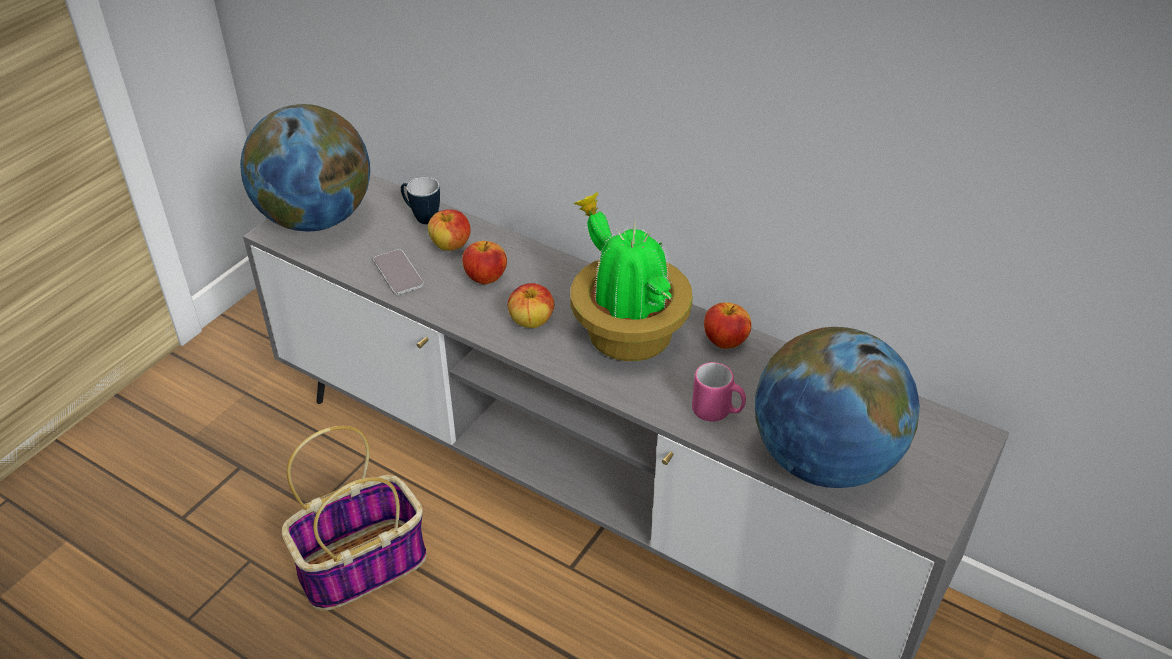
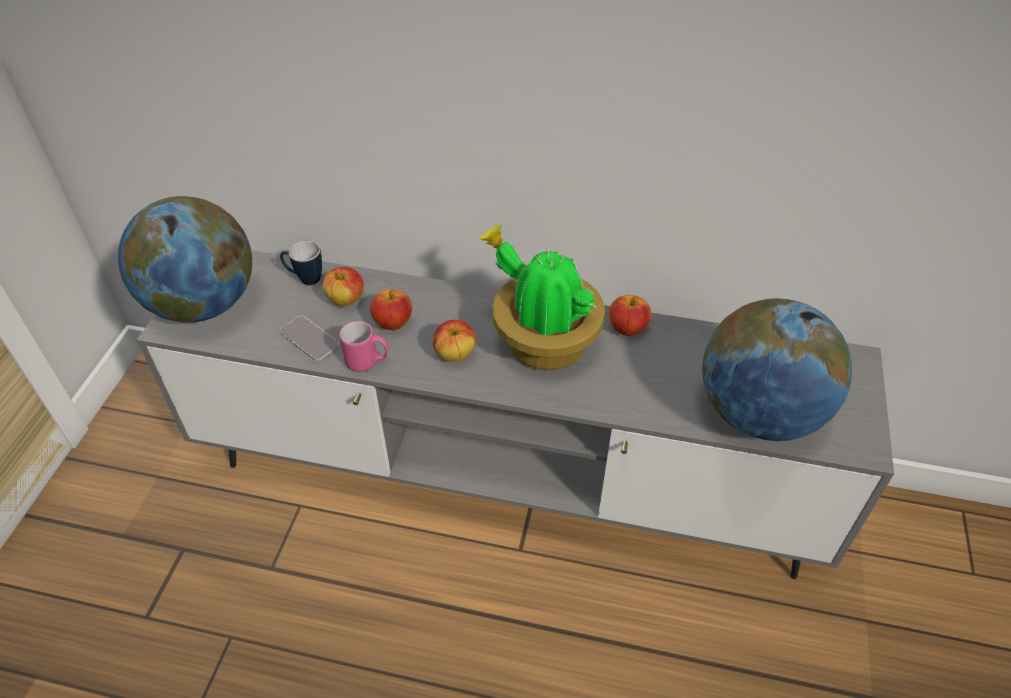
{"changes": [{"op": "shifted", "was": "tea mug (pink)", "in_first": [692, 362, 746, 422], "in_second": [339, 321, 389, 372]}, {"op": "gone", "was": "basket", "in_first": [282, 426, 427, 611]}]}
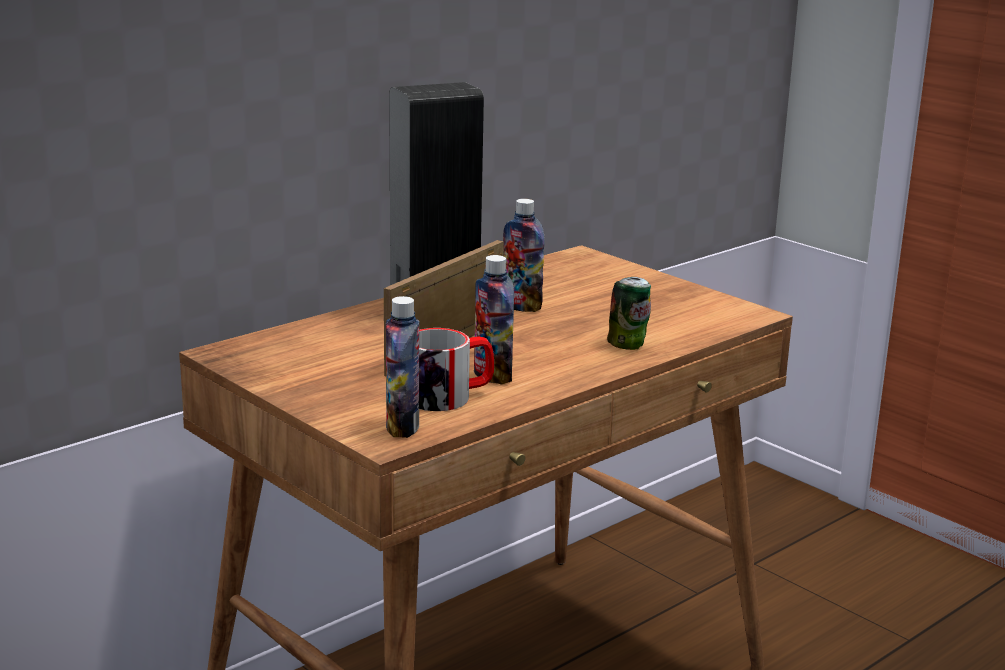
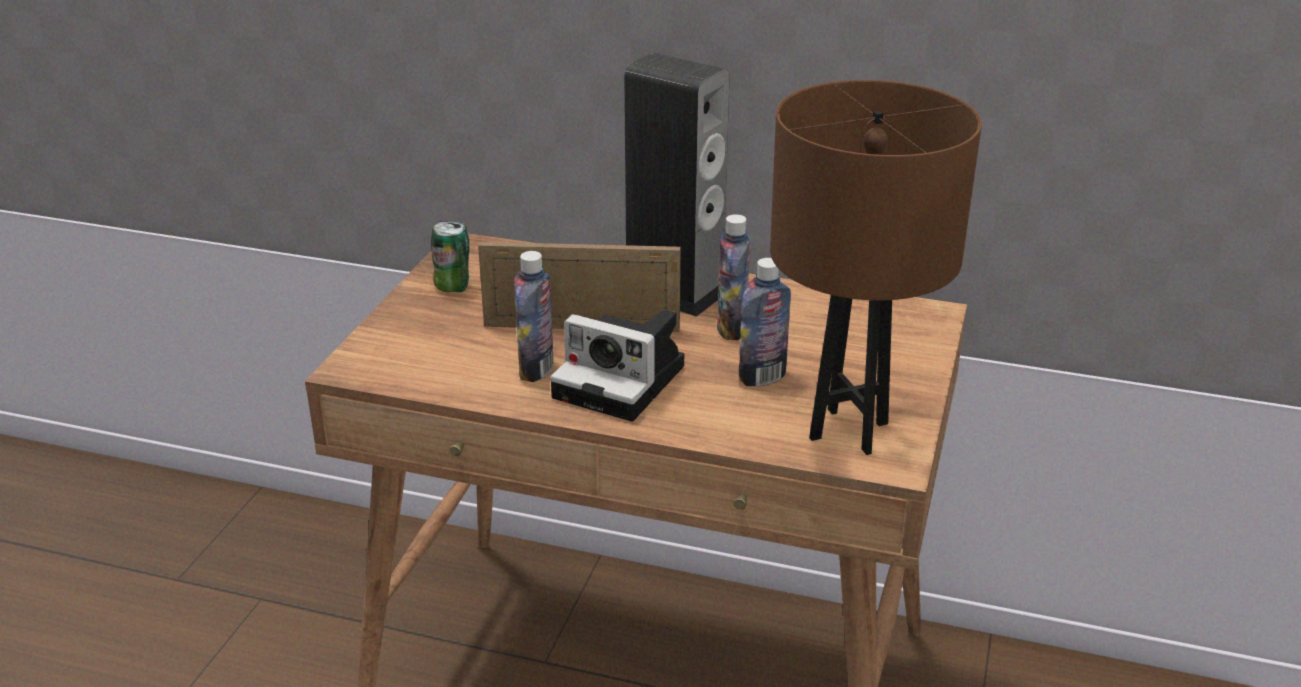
{"changes": [{"op": "shifted", "was": "sealed can", "in_first": [607, 277, 651, 350], "in_second": [431, 221, 469, 292]}, {"op": "new", "now": "still camera", "in_second": [550, 309, 684, 422]}, {"op": "shifted", "was": "bottle", "in_first": [386, 296, 419, 438], "in_second": [739, 258, 791, 386]}, {"op": "new", "now": "tabletop lamp (brown-coloured)", "in_second": [770, 80, 982, 455]}, {"op": "gone", "was": "tea mug", "in_first": [419, 328, 494, 411]}]}
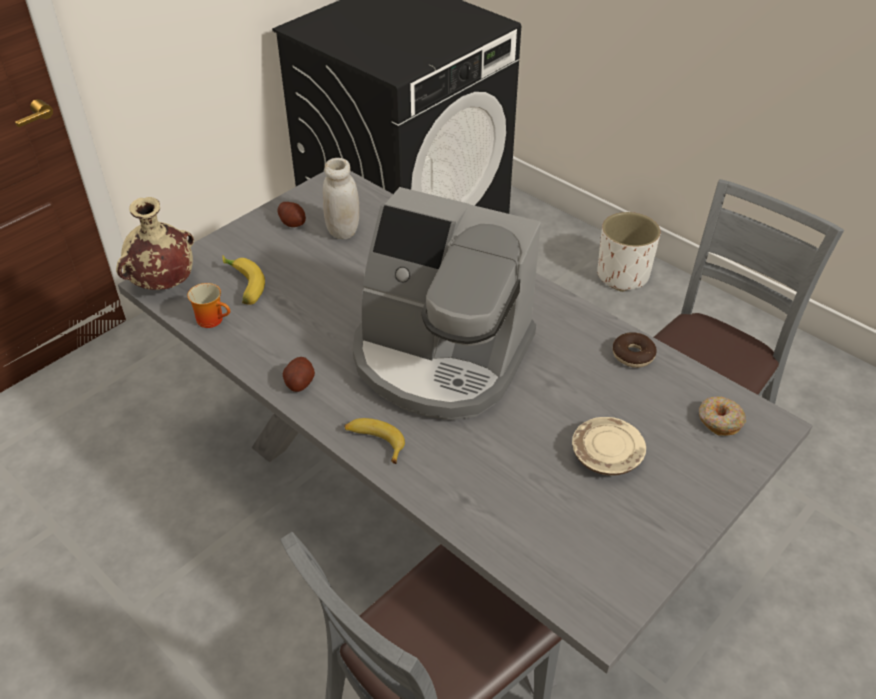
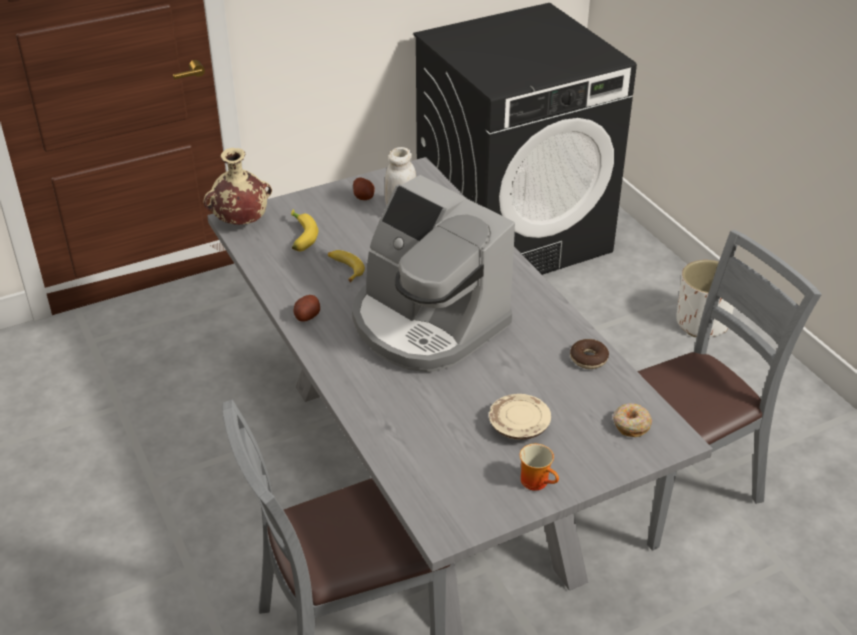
{"changes": [{"op": "shifted", "was": "banana fruit", "in_first": [344, 418, 405, 464], "in_second": [328, 250, 365, 282]}, {"op": "shifted", "was": "tea mug", "in_first": [187, 283, 230, 328], "in_second": [520, 444, 559, 491]}]}
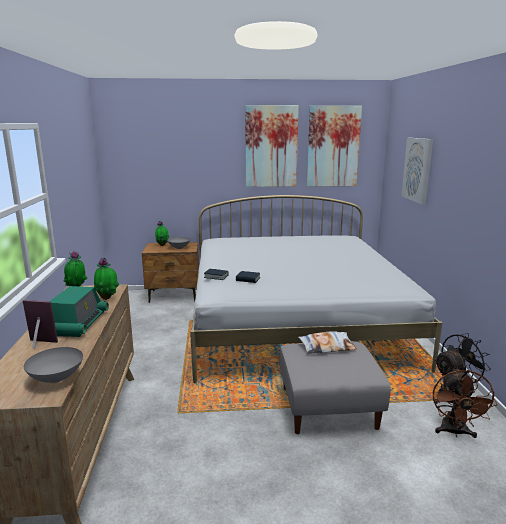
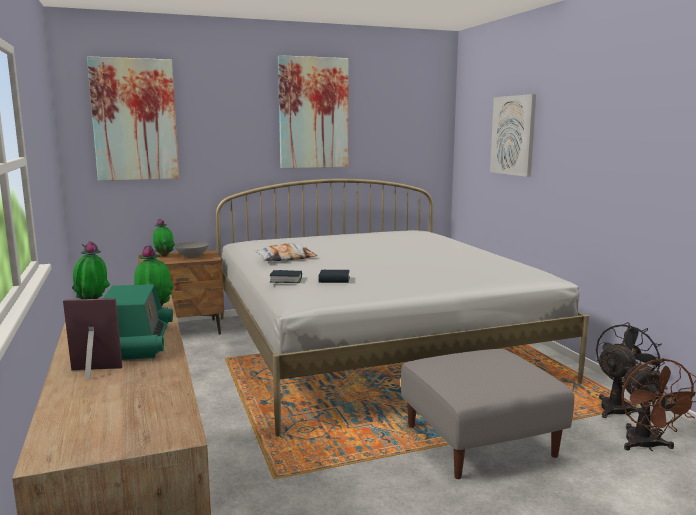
{"changes": [{"op": "shifted", "was": "picture", "in_first": [307, 106, 362, 187], "in_second": [87, 56, 179, 181]}, {"op": "shifted", "was": "cushion", "in_first": [298, 331, 357, 354], "in_second": [255, 243, 317, 261]}, {"op": "gone", "was": "serving bowl (greyish)", "in_first": [24, 347, 83, 383]}]}
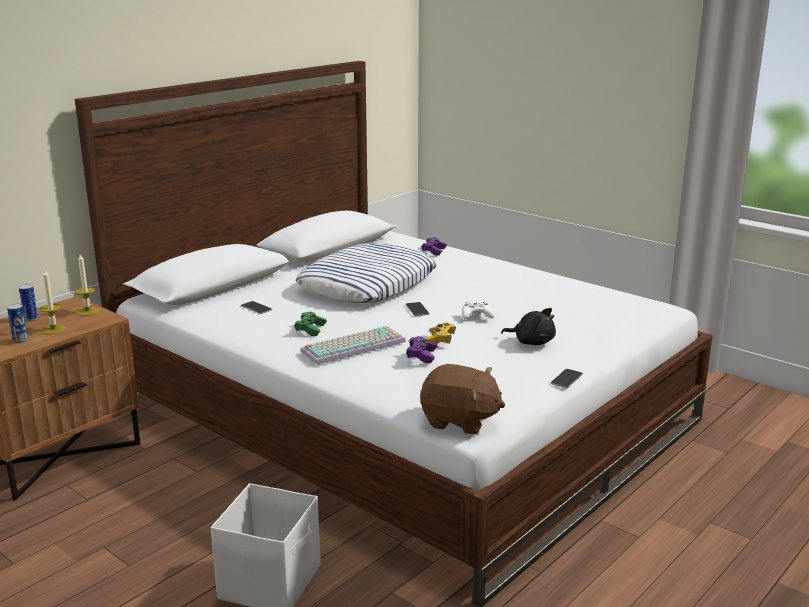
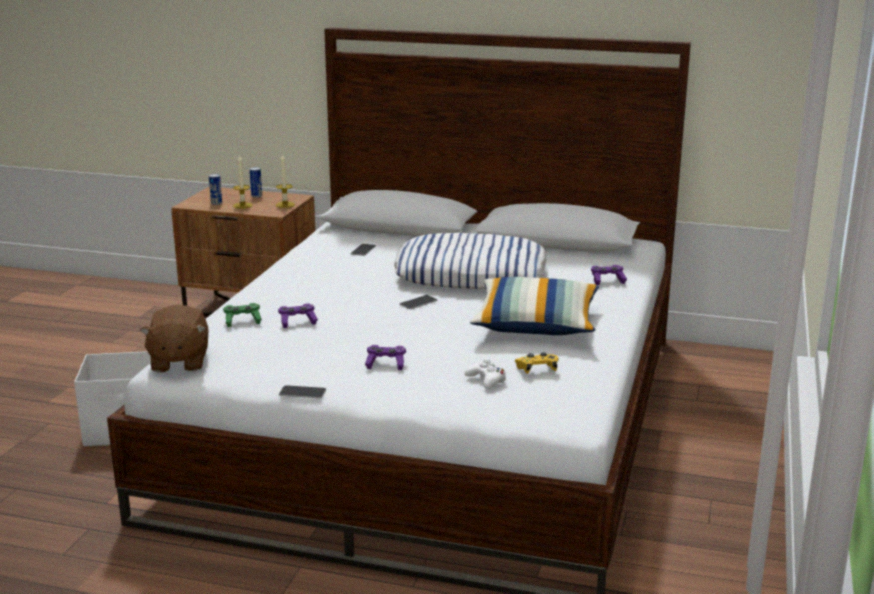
{"changes": [{"op": "shifted", "was": "game controller (greenish)", "in_first": [294, 312, 327, 336], "in_second": [223, 303, 262, 327]}, {"op": "swapped", "was": "cuddly toy (black-coloured)", "now": "game controller (purplish)", "in_first": [501, 308, 556, 345], "in_second": [365, 345, 406, 370]}, {"op": "shifted", "was": "game controller (whitish)", "in_first": [462, 301, 494, 320], "in_second": [465, 358, 506, 389]}, {"op": "new", "now": "cushion", "in_second": [470, 277, 599, 335]}, {"op": "shifted", "was": "game controller (yellowish)", "in_first": [425, 322, 456, 344], "in_second": [515, 352, 558, 374]}, {"op": "gone", "was": "PC keyboard", "in_first": [301, 326, 406, 364]}]}
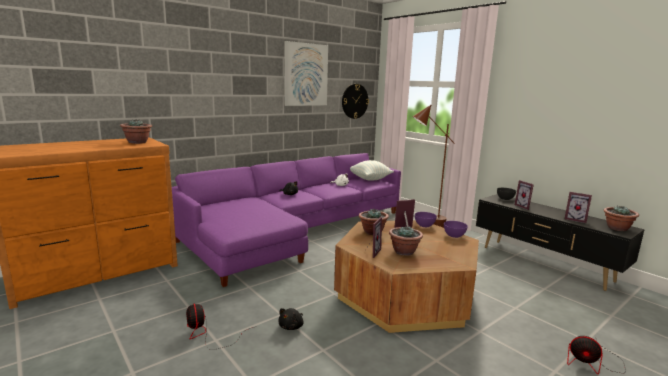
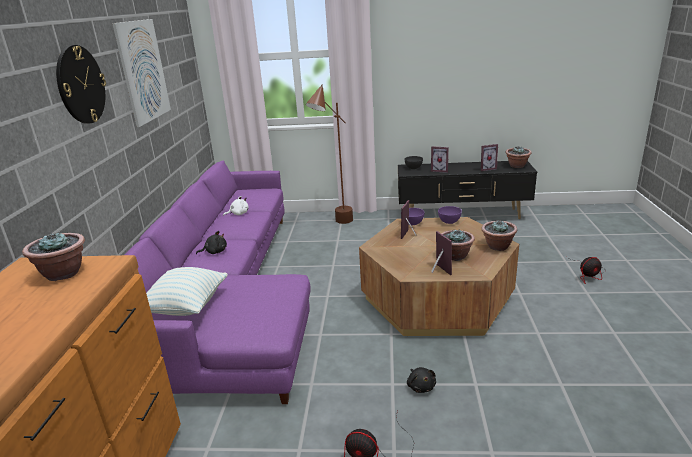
{"changes": [{"op": "shifted", "was": "hanging clock", "in_first": [342, 84, 369, 119], "in_second": [56, 45, 106, 124]}, {"op": "shifted", "was": "cushion", "in_first": [350, 160, 394, 181], "in_second": [146, 267, 228, 316]}, {"op": "shifted", "was": "houseplant", "in_first": [359, 209, 389, 235], "in_second": [481, 220, 517, 251]}]}
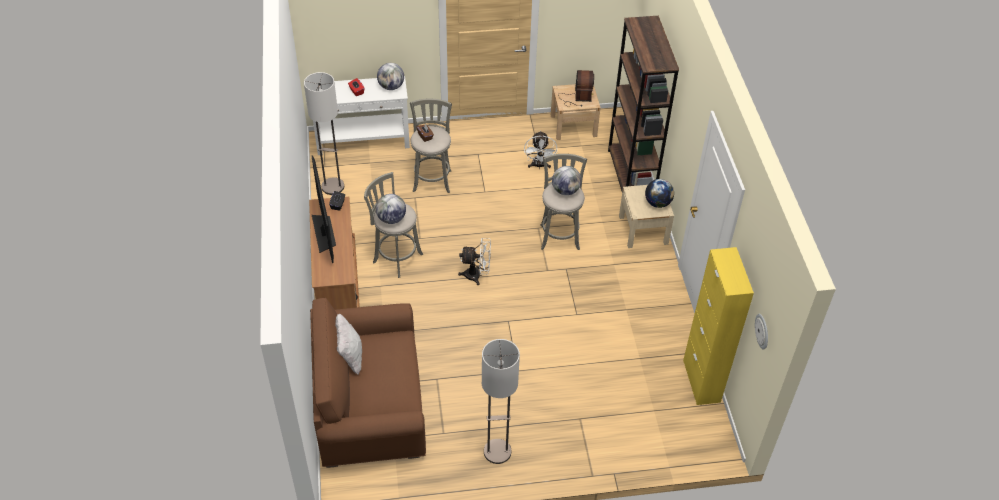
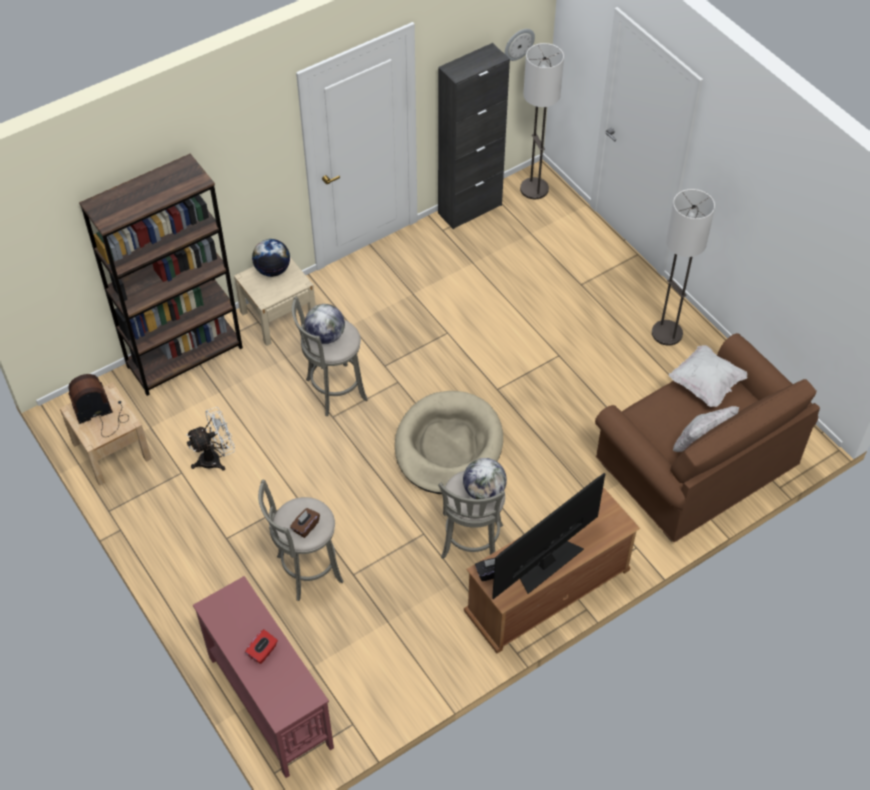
{"changes": [{"op": "repainted", "was": "console table (whitish)", "now": "console table (red-coloured)", "in_first": [313, 76, 410, 155], "in_second": [193, 576, 334, 778]}, {"op": "swapped", "was": "electric fan (whitish)", "now": "dog cushion (beige)", "in_first": [458, 238, 491, 285], "in_second": [395, 391, 503, 494]}, {"op": "repainted", "was": "cabinet (yellowish)", "now": "cabinet (black-coloured)", "in_first": [683, 247, 754, 405], "in_second": [438, 43, 510, 229]}, {"op": "shifted", "was": "standing lamp", "in_first": [304, 72, 344, 195], "in_second": [520, 43, 564, 199]}, {"op": "new", "now": "cushion (whitish)", "in_second": [669, 345, 747, 407]}, {"op": "gone", "was": "world globe", "in_first": [377, 63, 404, 90]}]}
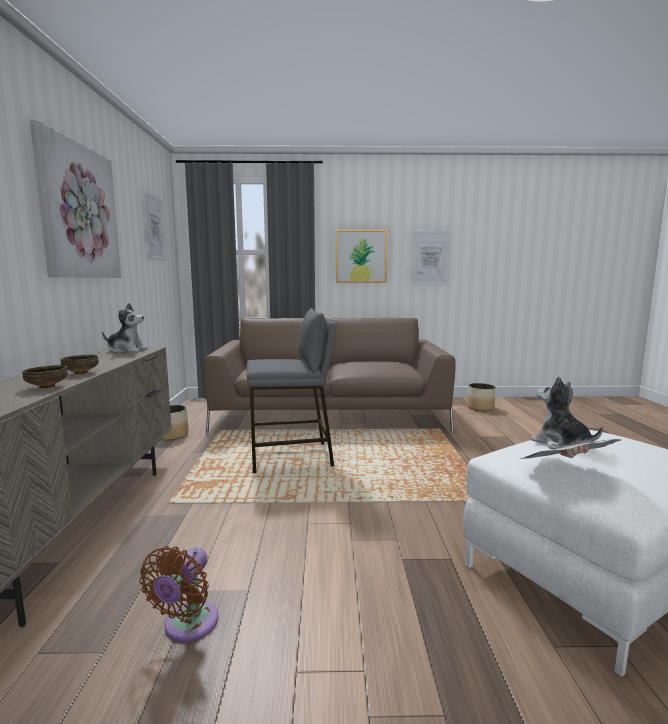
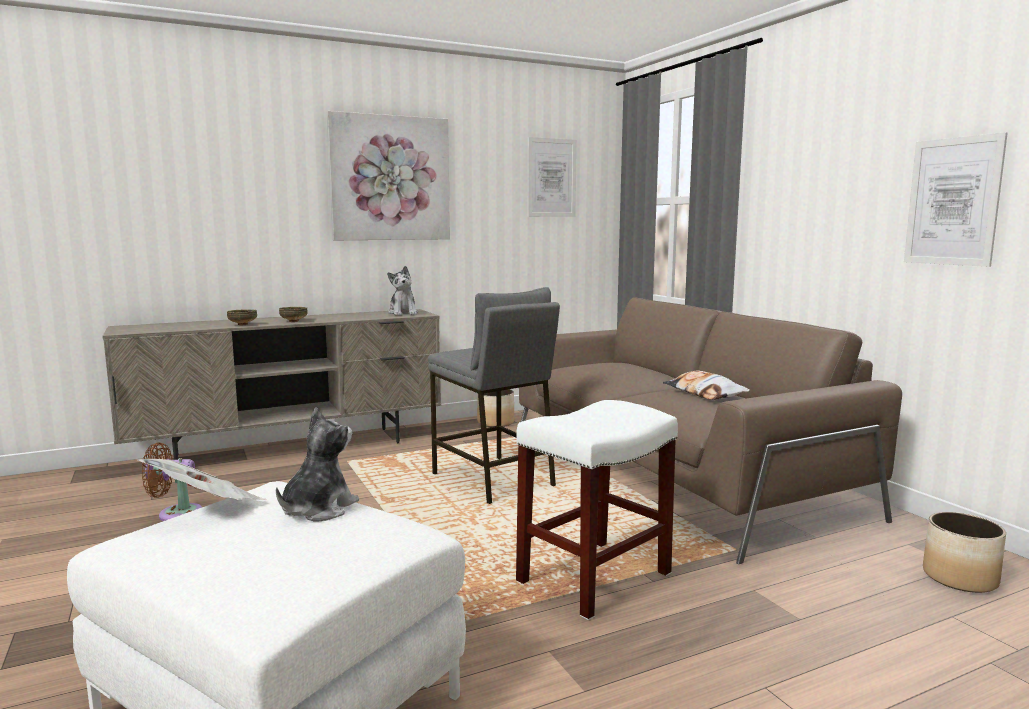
{"changes": [{"op": "new", "now": "stool (whitish)", "in_second": [516, 400, 678, 620]}, {"op": "new", "now": "cushion", "in_second": [663, 370, 750, 400]}, {"op": "gone", "was": "picture", "in_first": [336, 230, 388, 282]}]}
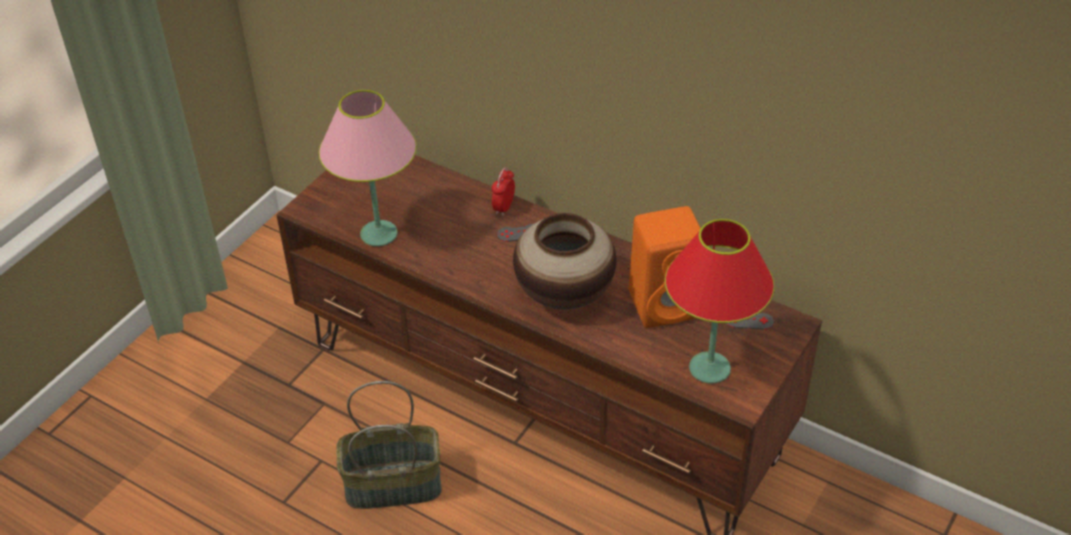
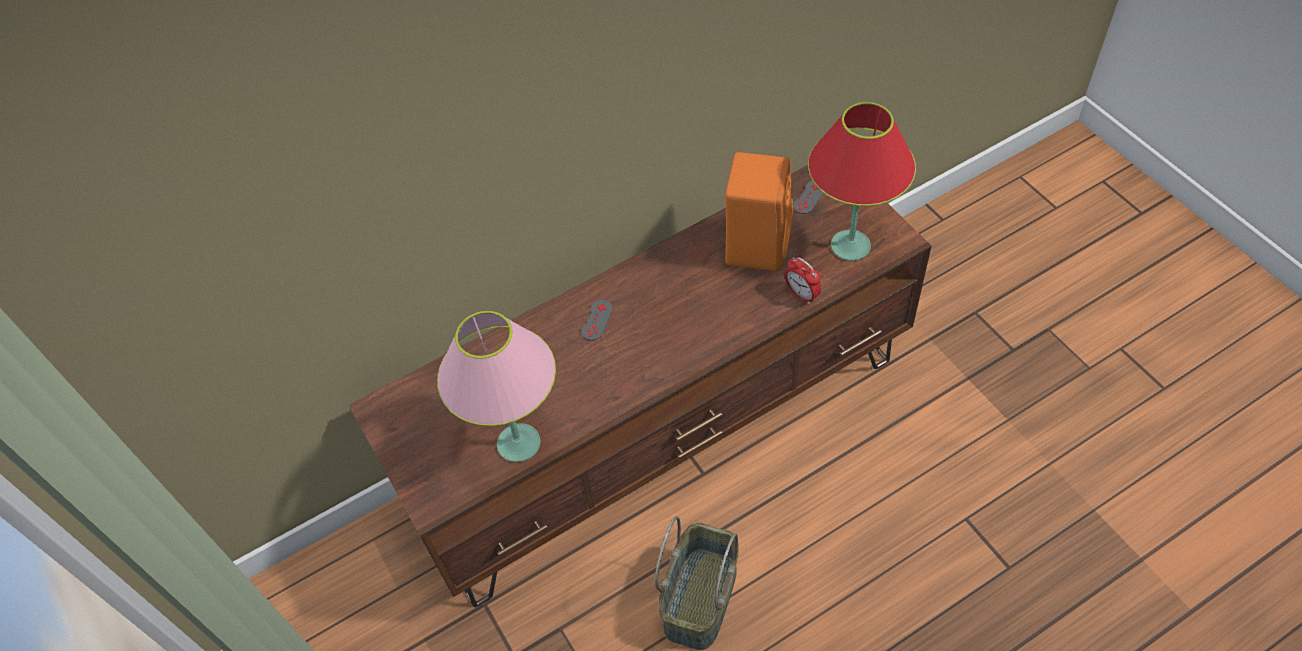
{"changes": [{"op": "shifted", "was": "table clock", "in_first": [492, 168, 515, 216], "in_second": [785, 257, 821, 304]}, {"op": "gone", "was": "decorative vase", "in_first": [513, 213, 616, 309]}]}
